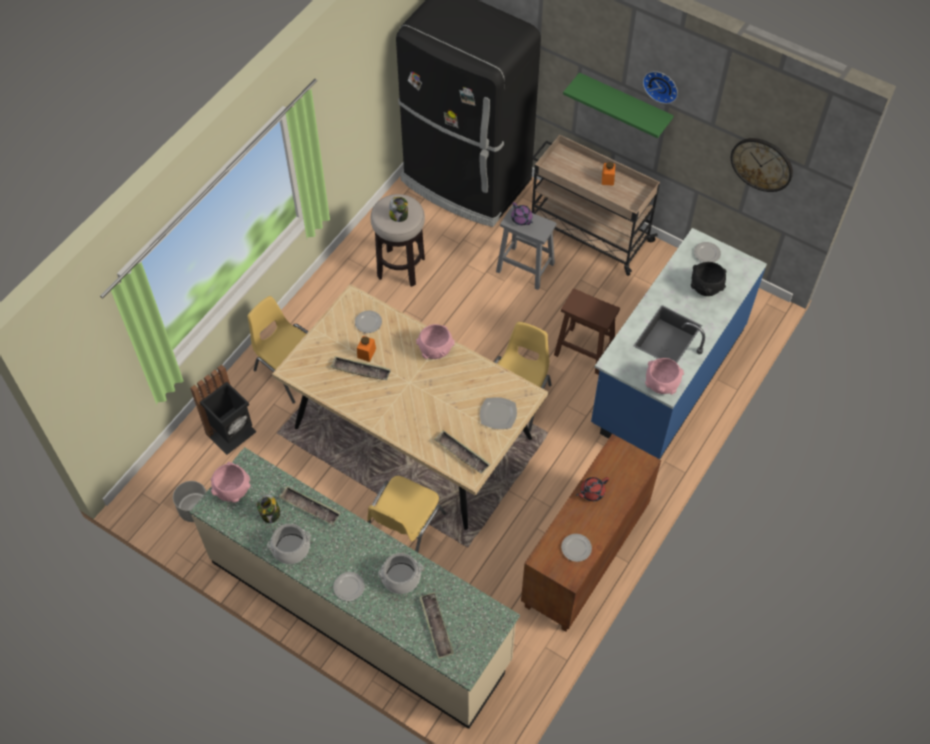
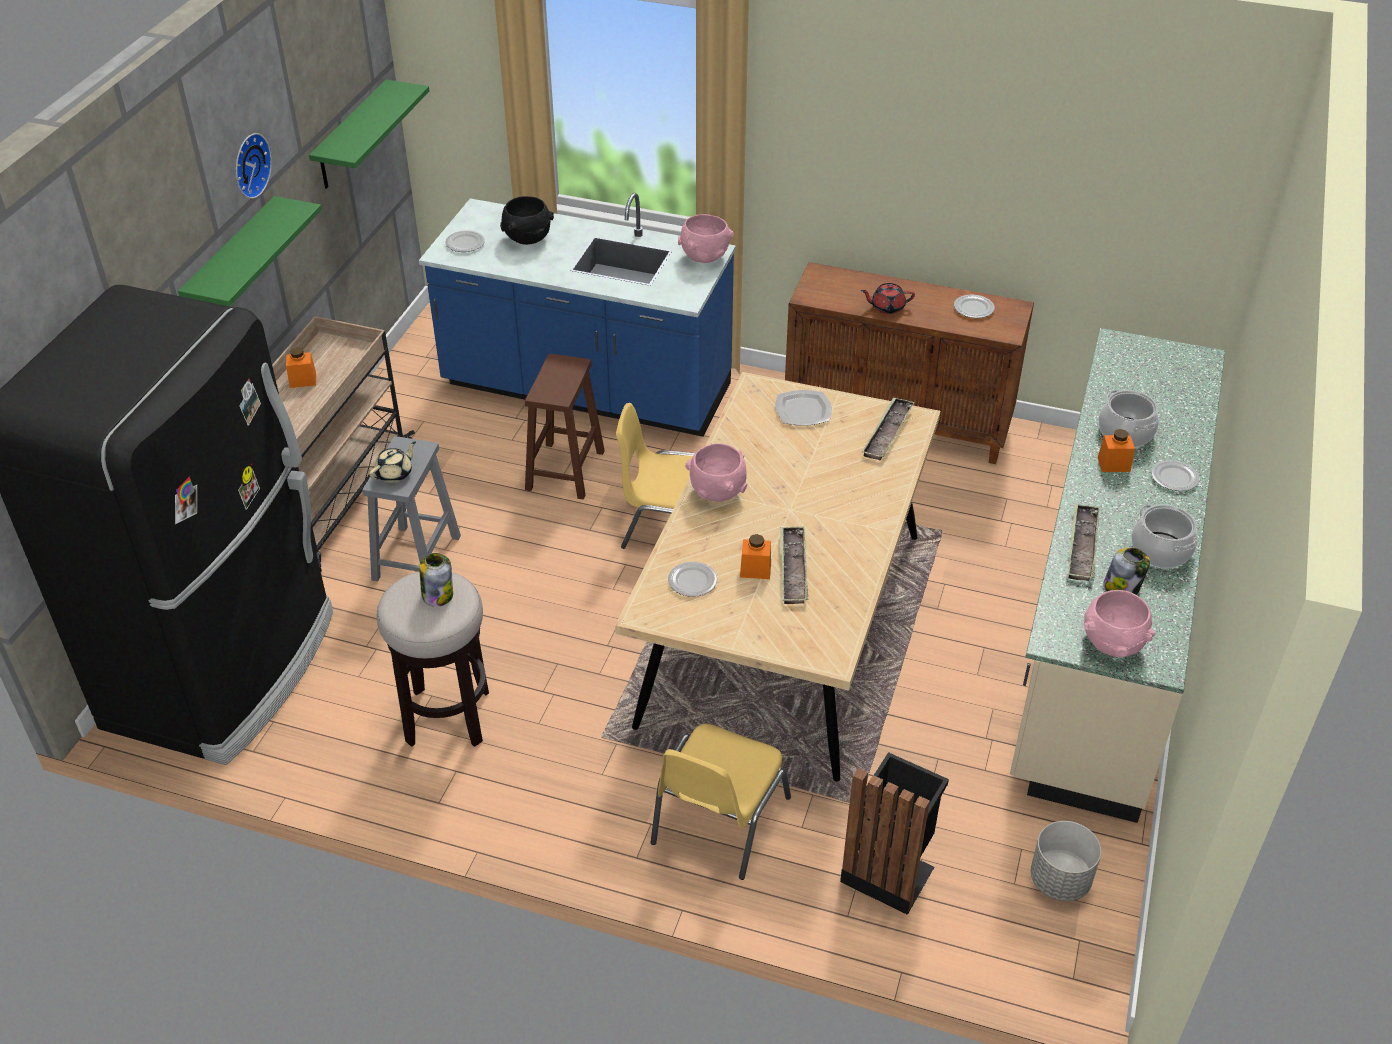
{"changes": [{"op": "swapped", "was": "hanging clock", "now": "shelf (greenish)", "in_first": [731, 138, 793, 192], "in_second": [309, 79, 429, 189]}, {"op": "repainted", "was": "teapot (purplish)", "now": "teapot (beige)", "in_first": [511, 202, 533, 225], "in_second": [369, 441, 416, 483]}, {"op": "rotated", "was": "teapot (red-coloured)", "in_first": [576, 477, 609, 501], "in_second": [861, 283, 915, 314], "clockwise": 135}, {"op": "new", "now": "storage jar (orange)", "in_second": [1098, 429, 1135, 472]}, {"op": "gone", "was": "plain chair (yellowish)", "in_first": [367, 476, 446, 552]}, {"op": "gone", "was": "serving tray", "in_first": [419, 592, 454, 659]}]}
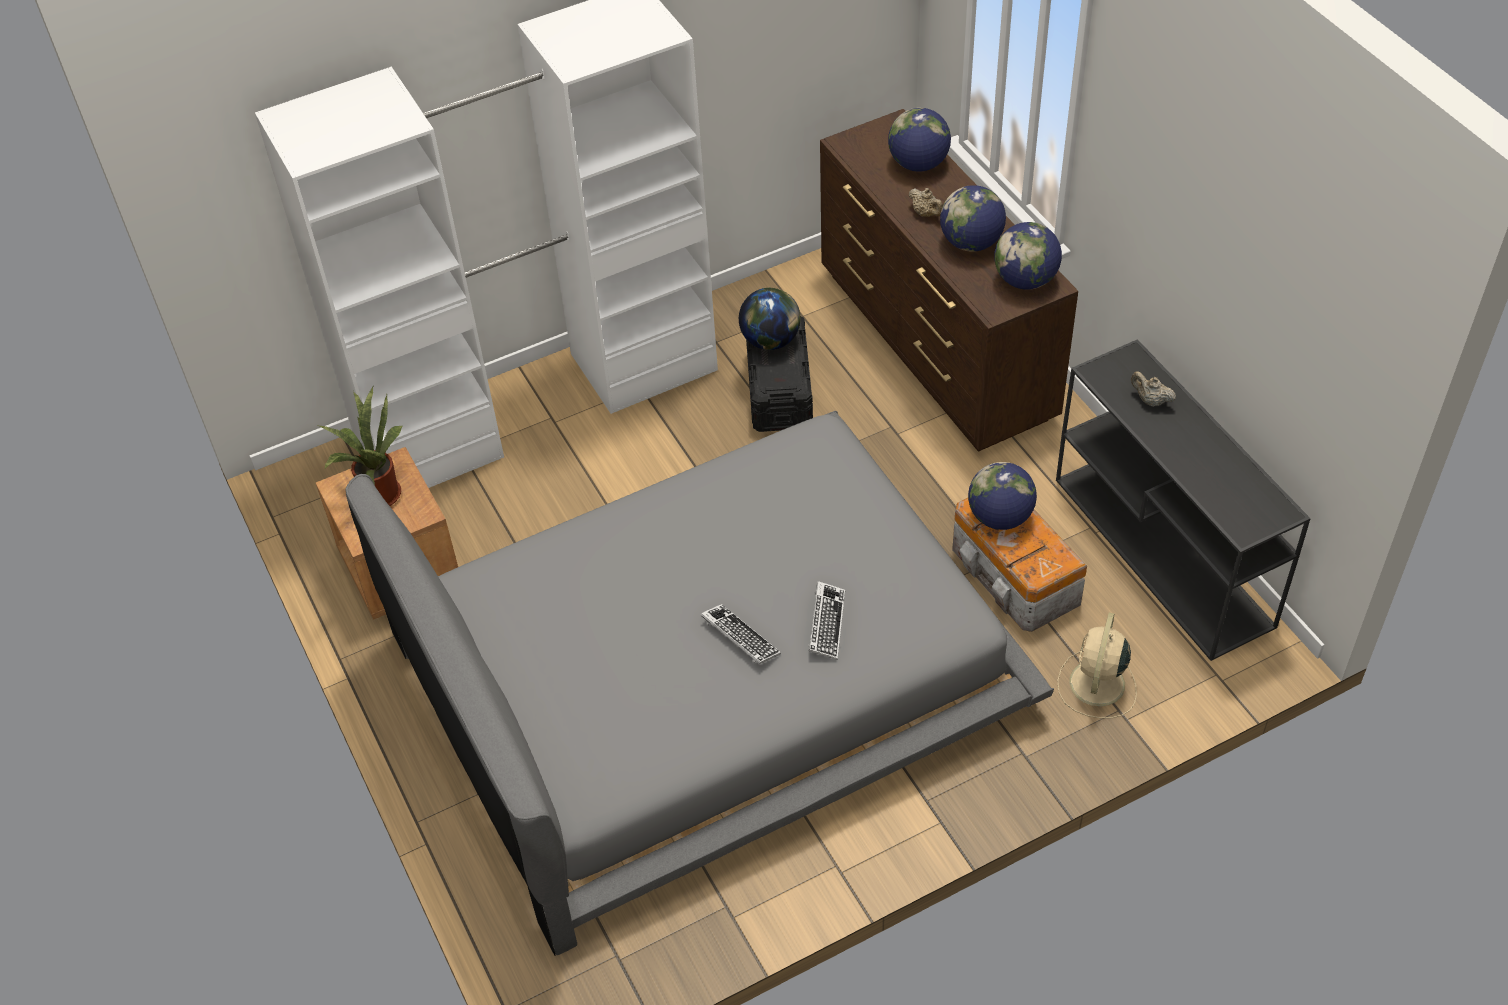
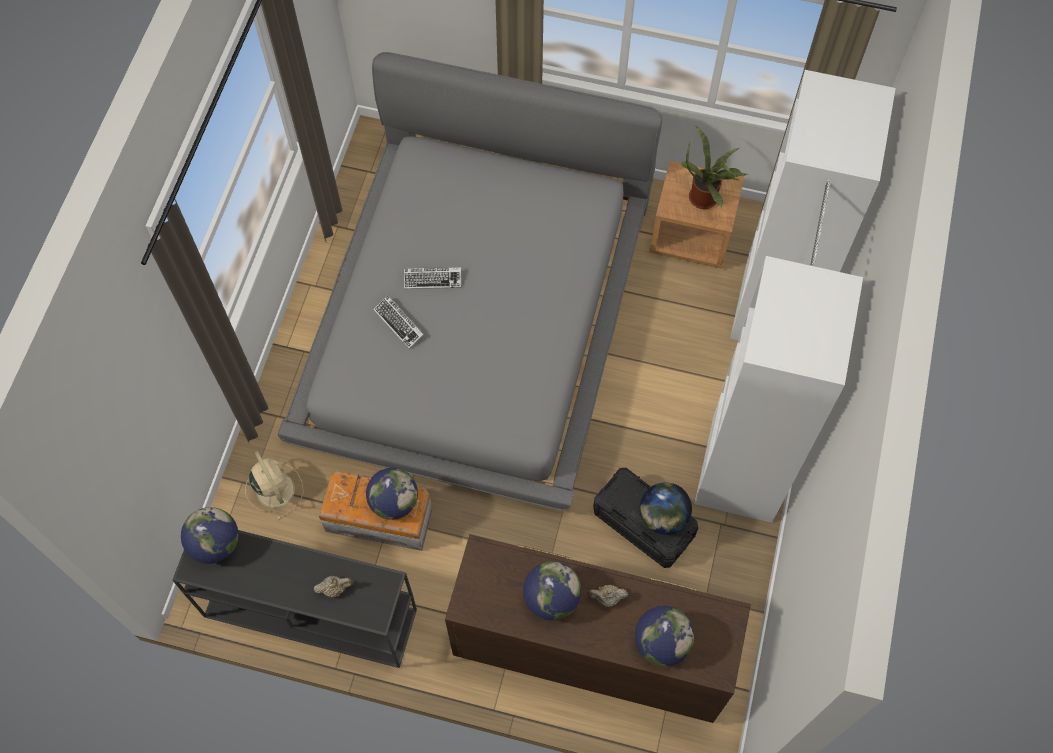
{"changes": [{"op": "shifted", "was": "world globe", "in_first": [994, 222, 1062, 289], "in_second": [181, 507, 238, 564]}]}
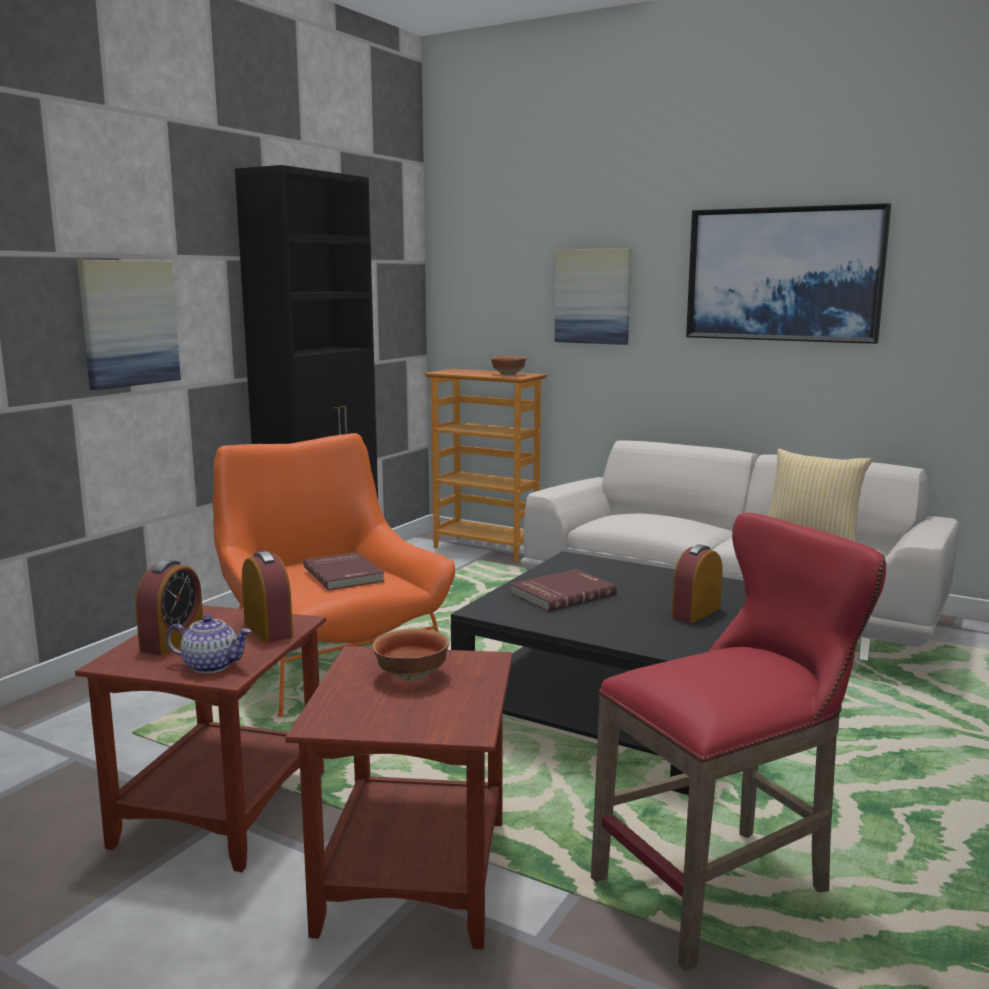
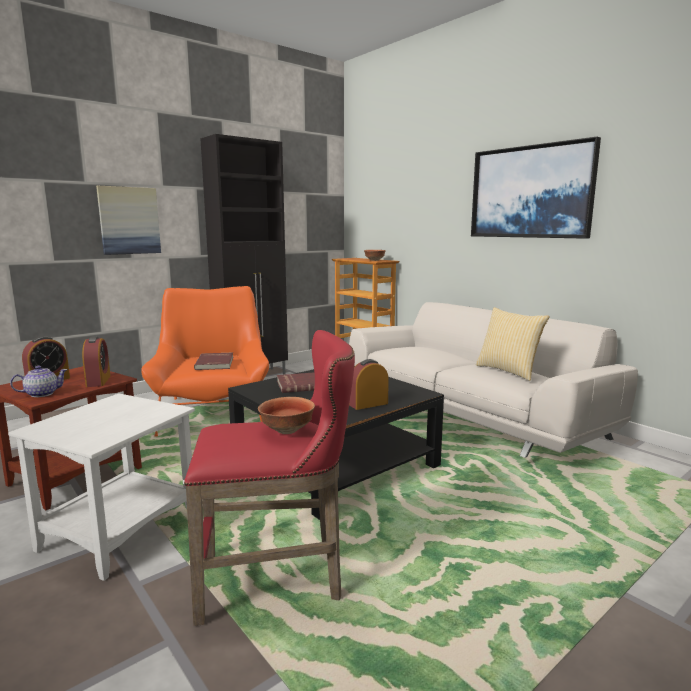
{"changes": [{"op": "repainted", "was": "side table (brown-coloured)", "now": "side table (whitish)", "in_first": [285, 646, 513, 950], "in_second": [8, 393, 195, 581]}, {"op": "rotated", "was": "teapot", "in_first": [166, 615, 251, 674], "in_second": [10, 366, 68, 397], "clockwise": -60}, {"op": "shifted", "was": "serving bowl", "in_first": [372, 629, 450, 682], "in_second": [258, 397, 315, 434]}, {"op": "gone", "was": "picture", "in_first": [555, 248, 631, 345]}]}
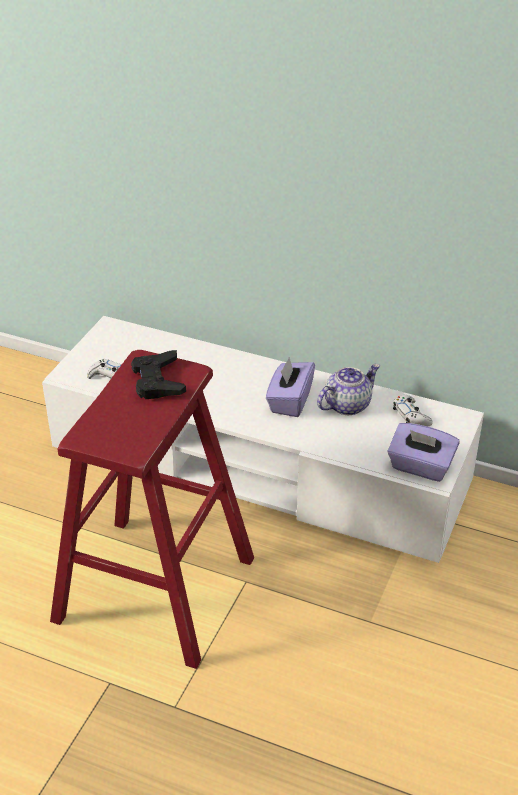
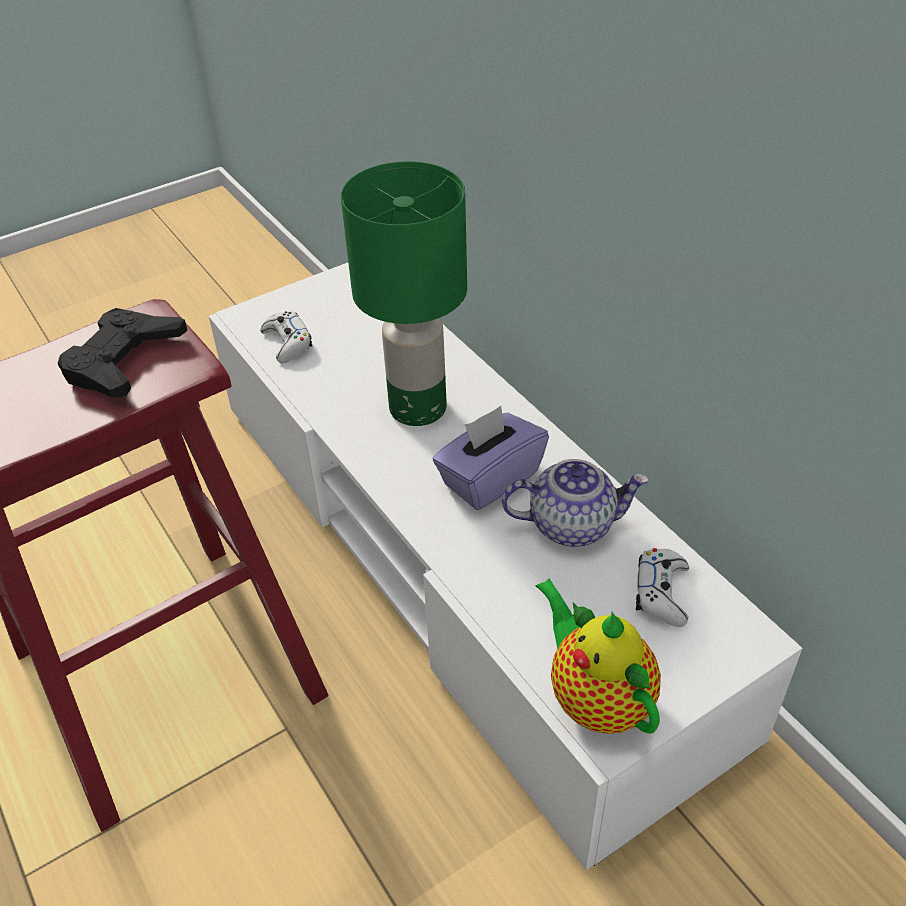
{"changes": [{"op": "new", "now": "tabletop lamp (greenish)", "in_second": [341, 161, 467, 426]}, {"op": "swapped", "was": "tissue holder (purplish)", "now": "teapot", "in_first": [388, 423, 460, 482], "in_second": [536, 578, 661, 734]}]}
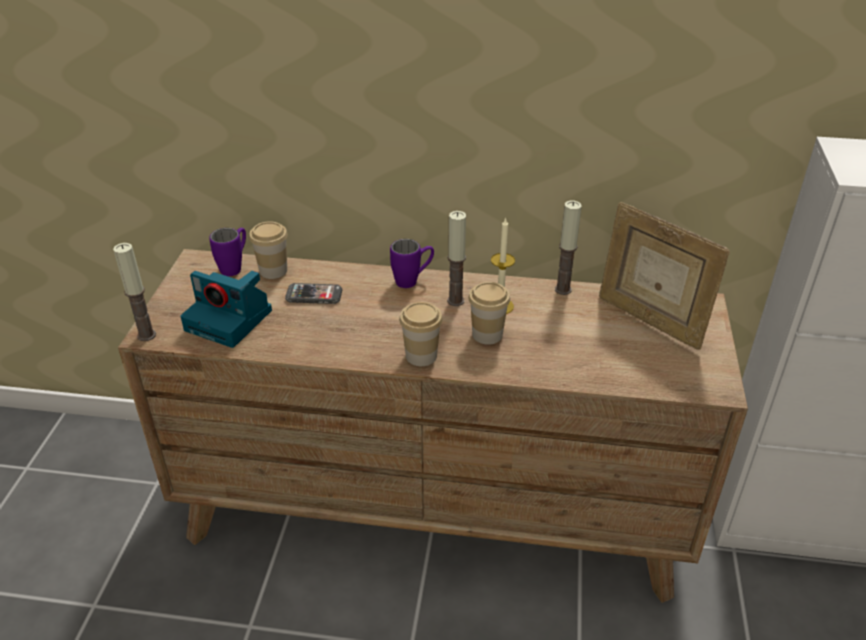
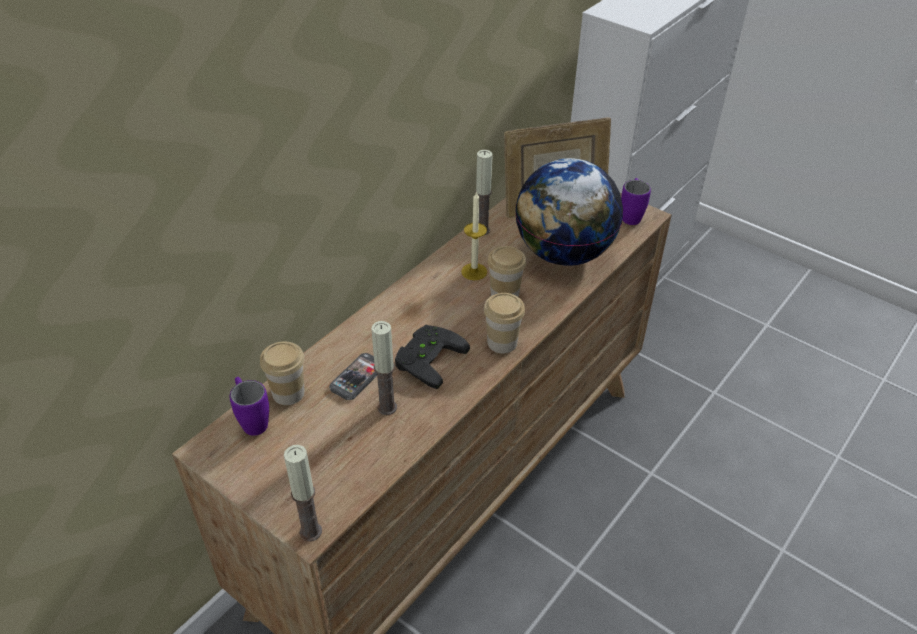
{"changes": [{"op": "shifted", "was": "wax light", "in_first": [447, 211, 466, 306], "in_second": [371, 321, 397, 415]}, {"op": "new", "now": "game controller (black-coloured)", "in_second": [395, 325, 470, 389]}, {"op": "new", "now": "world globe", "in_second": [515, 158, 623, 266]}, {"op": "shifted", "was": "tea mug (purplish)", "in_first": [390, 239, 434, 288], "in_second": [621, 178, 651, 225]}, {"op": "gone", "was": "still camera", "in_first": [180, 271, 272, 348]}]}
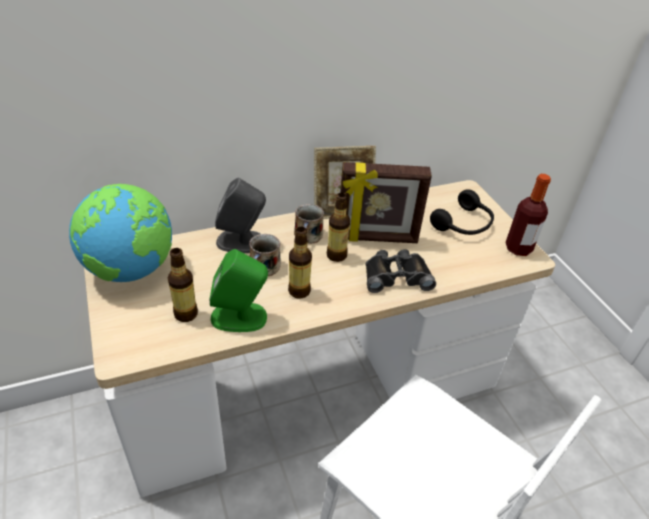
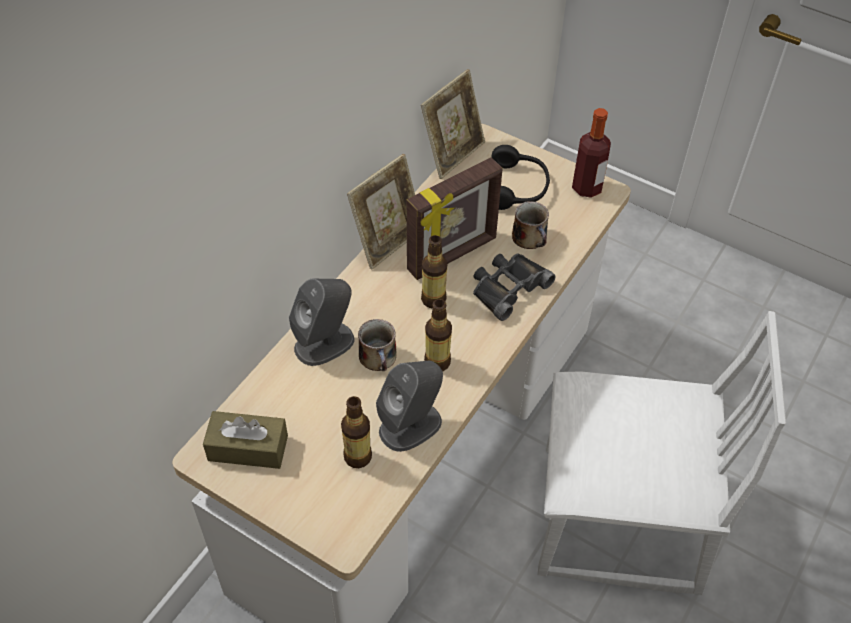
{"changes": [{"op": "swapped", "was": "world globe", "now": "tissue holder (brown-coloured)", "in_first": [69, 184, 172, 282], "in_second": [203, 411, 288, 469]}, {"op": "repainted", "was": "speaker (greenish)", "now": "speaker (greyish)", "in_first": [210, 249, 268, 332], "in_second": [376, 361, 443, 452]}, {"op": "new", "now": "standing frame", "in_second": [421, 69, 485, 179]}, {"op": "shifted", "was": "tea mug", "in_first": [294, 204, 324, 244], "in_second": [512, 201, 549, 249]}]}
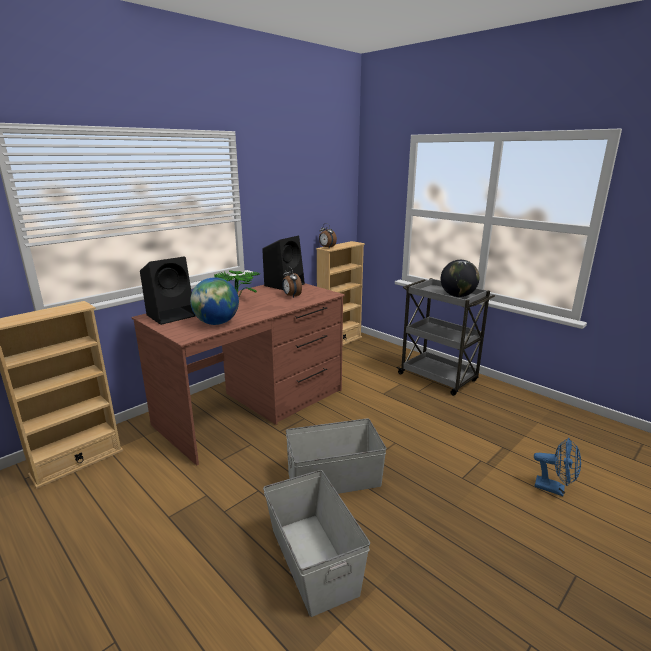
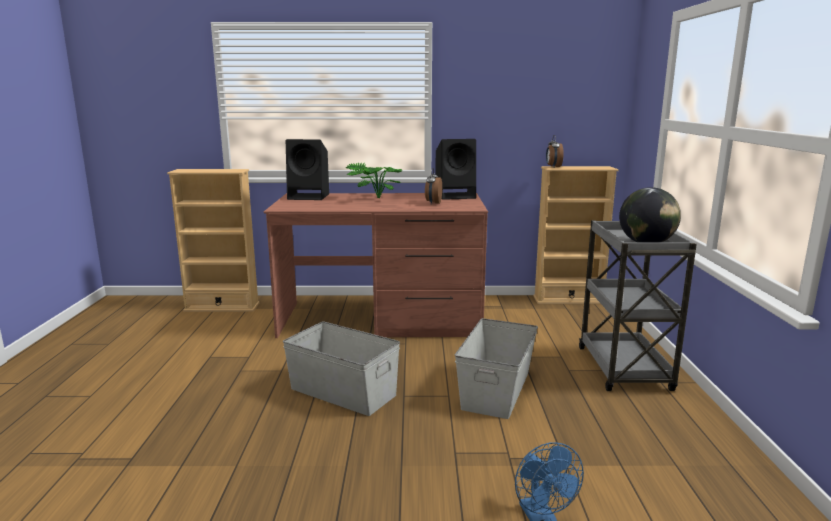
{"changes": [{"op": "shifted", "was": "storage box (greyish)", "in_first": [263, 470, 370, 617], "in_second": [455, 318, 538, 419]}, {"op": "gone", "was": "world globe", "in_first": [190, 277, 239, 325]}]}
